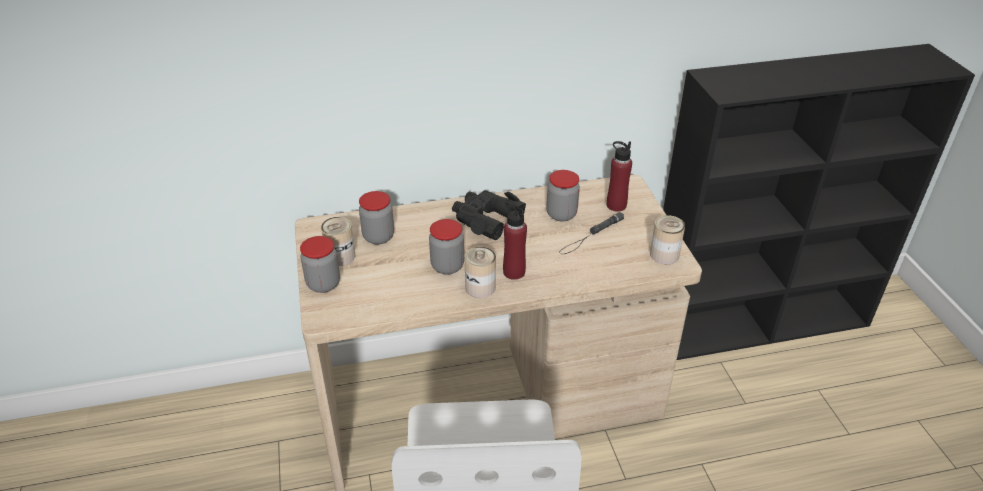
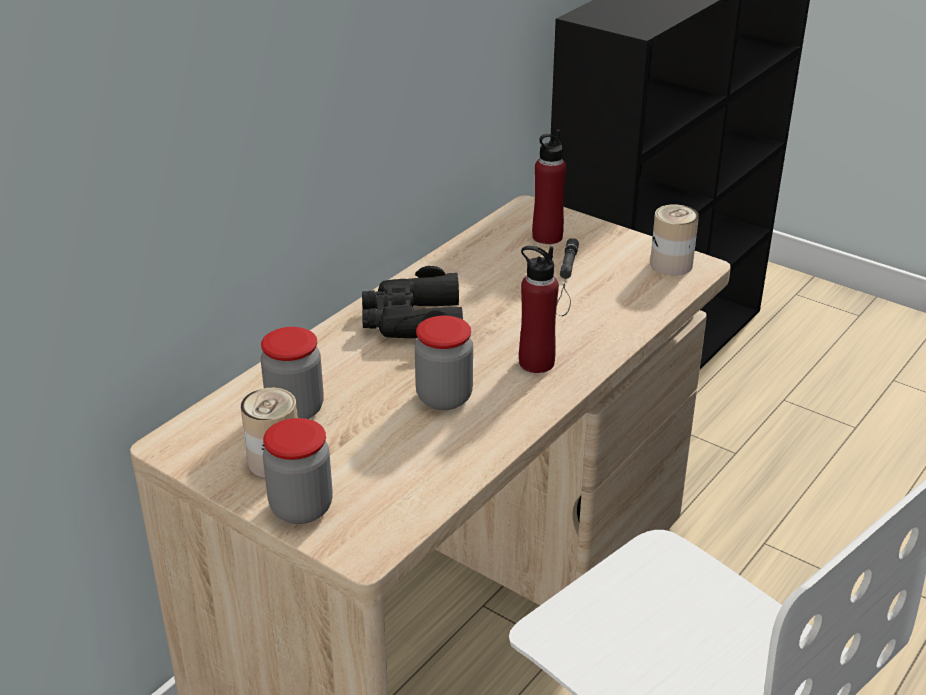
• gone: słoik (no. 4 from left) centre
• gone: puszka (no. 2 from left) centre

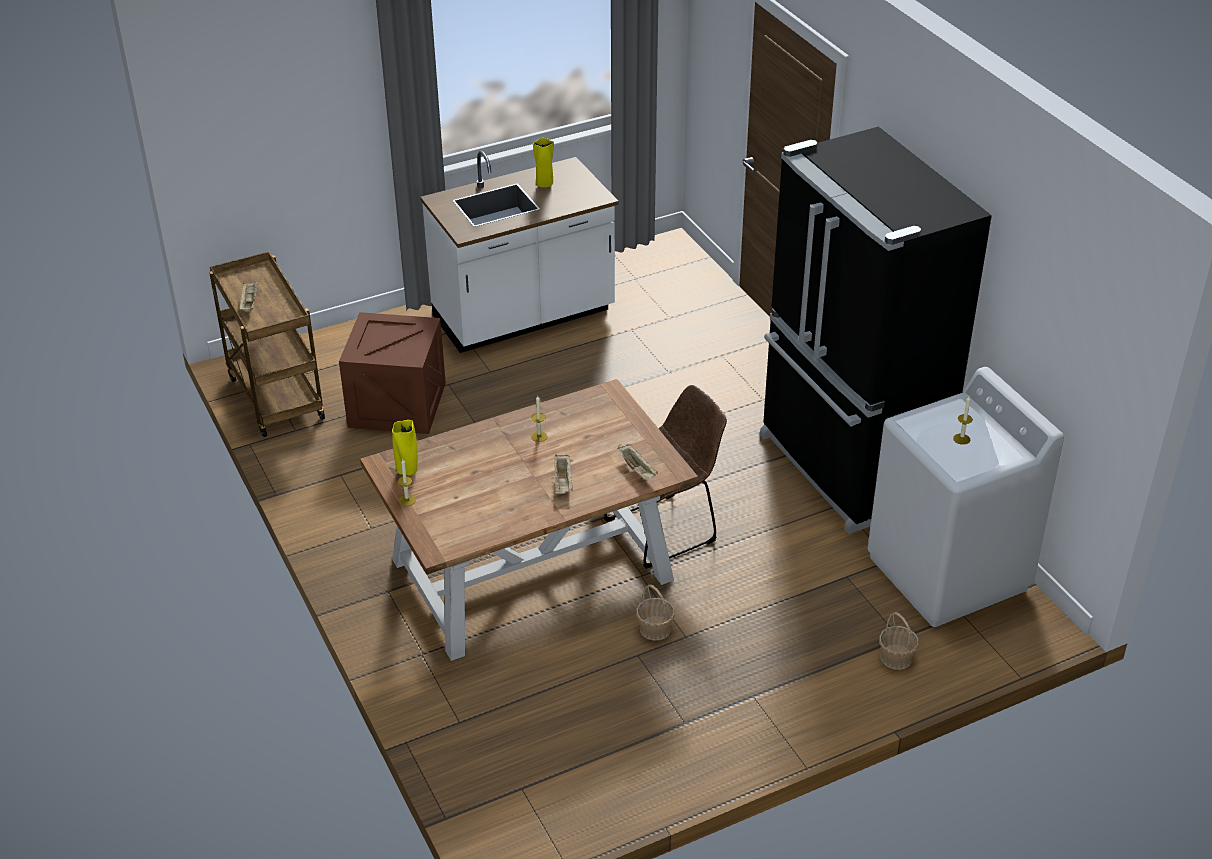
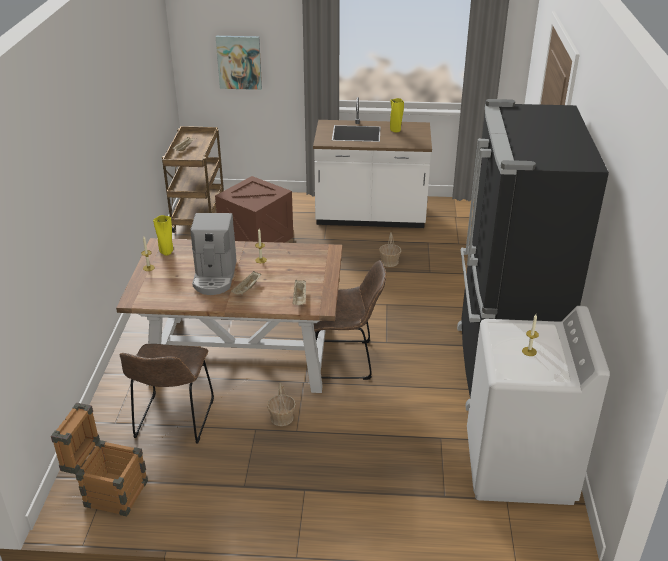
• shifted: koszyk (no. 2 from left) bottom right to centre
• new: obraz top centre
• new: ekspres do kawy middle left
• new: krzesło [brązowy] (no. 1 from left) bottom left
• new: skrzynka (no. 1 from left) bottom left

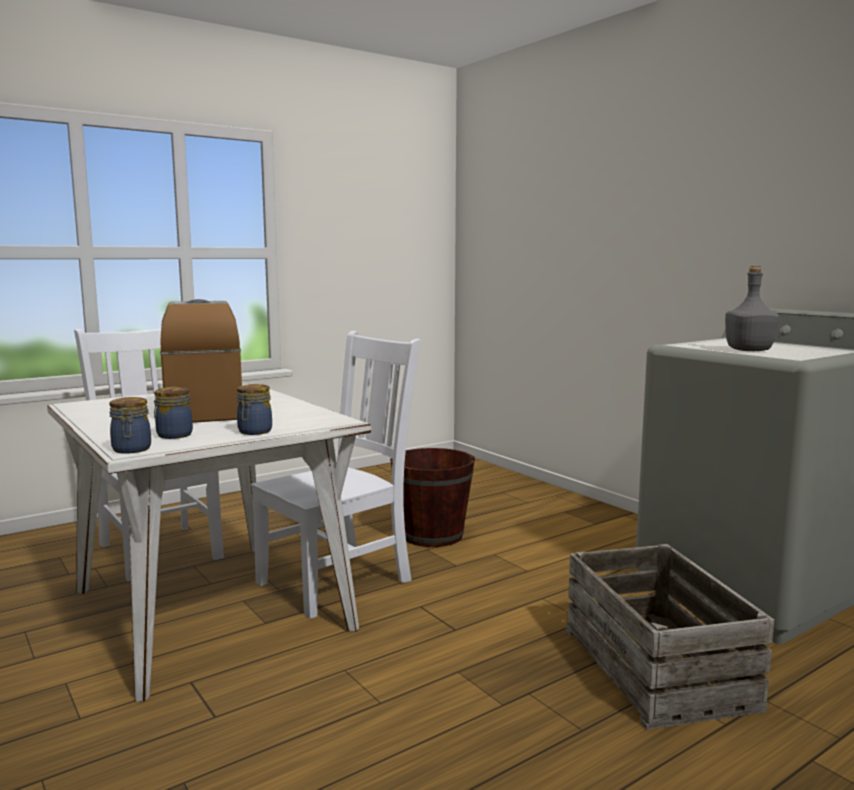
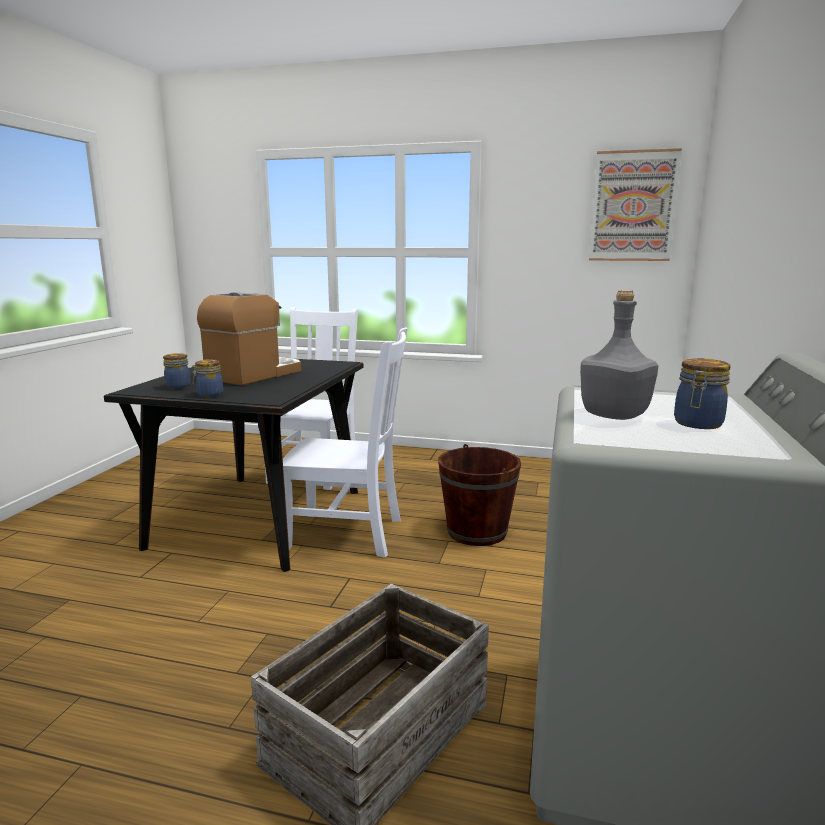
• repainted: stół jadalny [biały] bottom left to stół jadalny [czarny] middle left
• shifted: słoik (no. 1 from left in the first image) middle left to słoik (no. 3 from left) middle right
• new: obraz top right

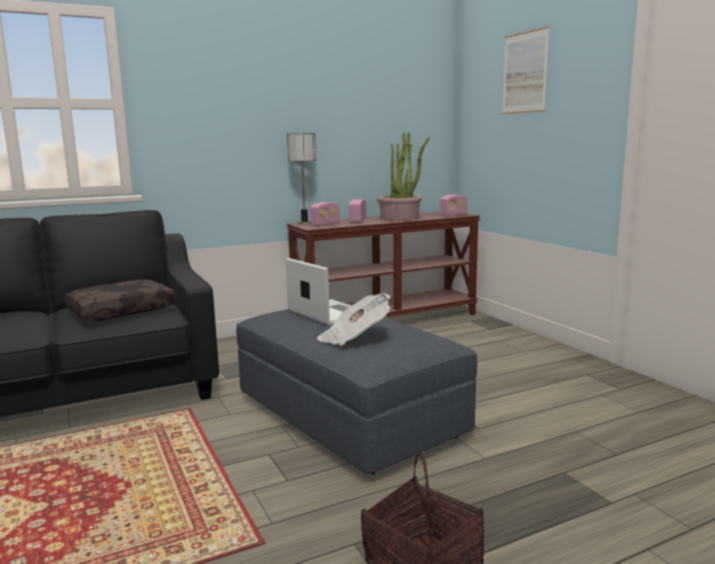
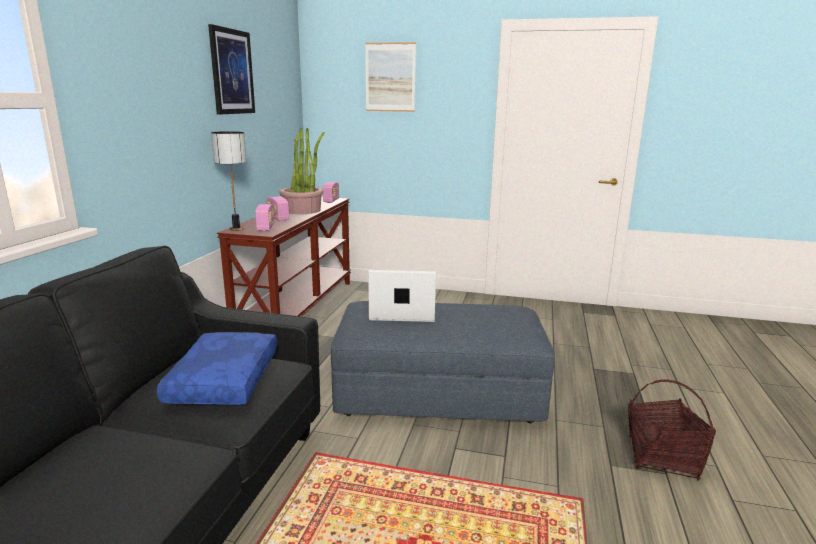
• repainted: poduszka [brązowy] middle left to poduszka [niebieski] bottom left
• gone: gazeta centre
• new: obraz (no. 1 from left) top left

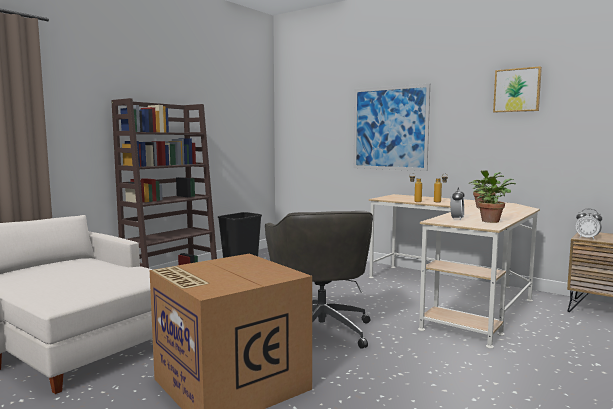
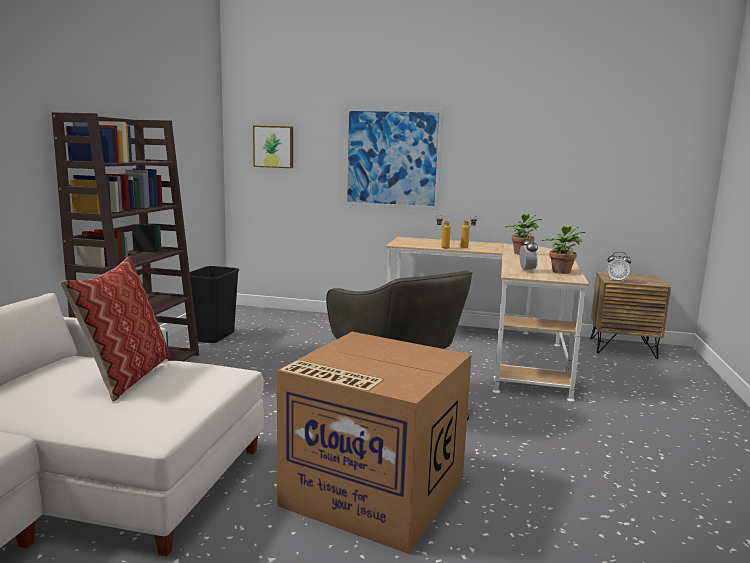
• shifted: obraz (no. 2 from left in the first image) top right to obraz (no. 1 from left) top centre
• new: poduszka middle left

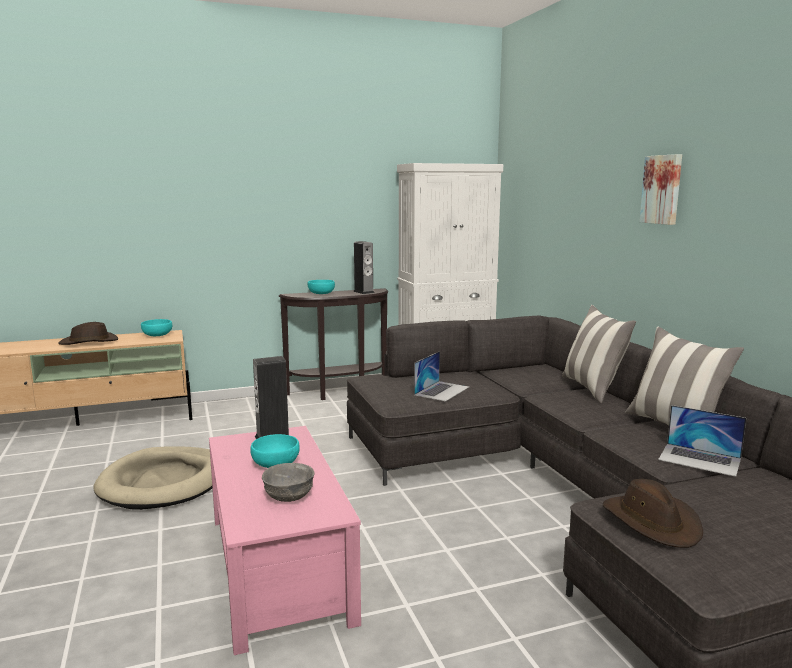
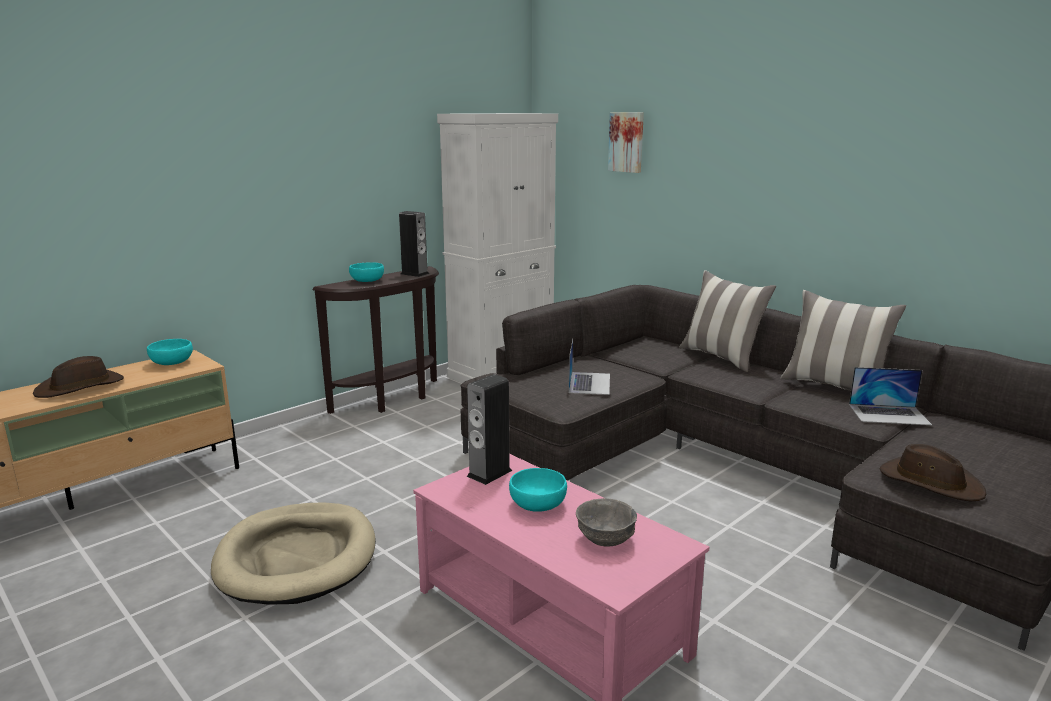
• shifted: obraz top right to top centre

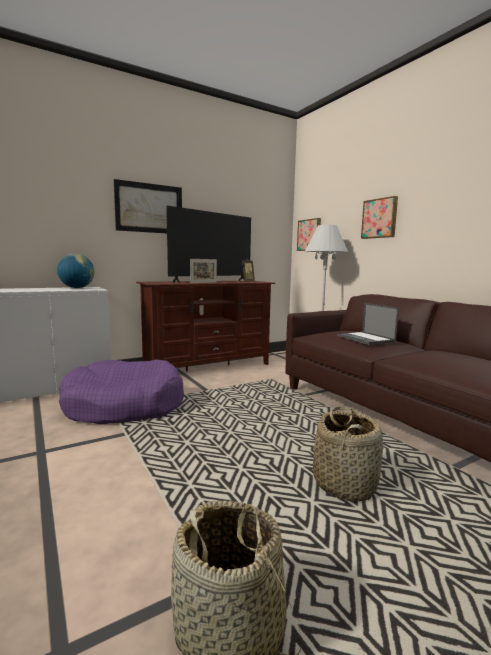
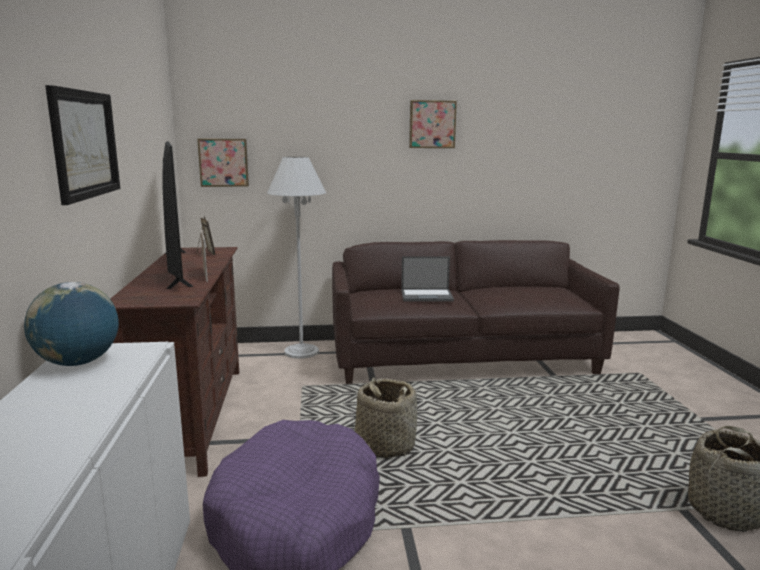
• shifted: obraz (no. 3 from left) top right to top centre
• shifted: koszyk (no. 2 from left in the first image) bottom right to koszyk (no. 1 from left) bottom centre

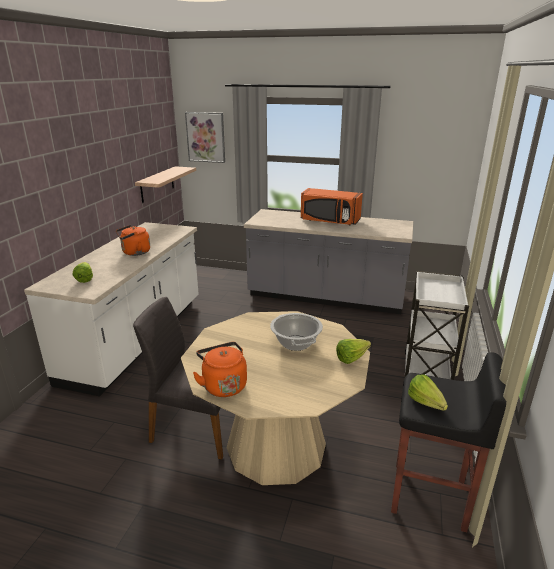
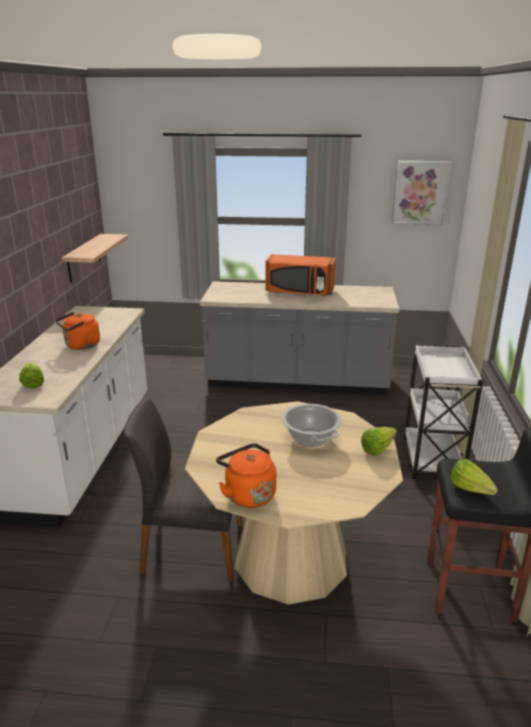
• shifted: obraz top centre to top right

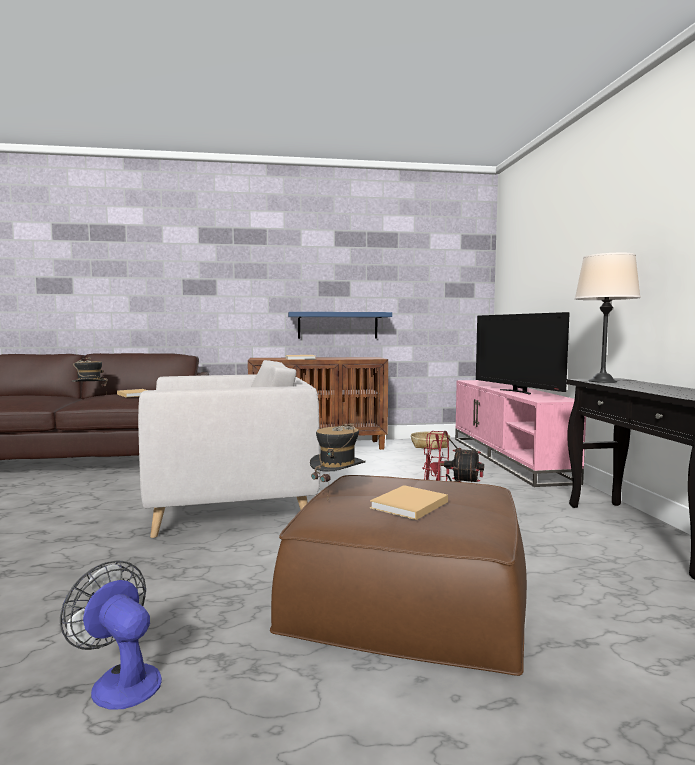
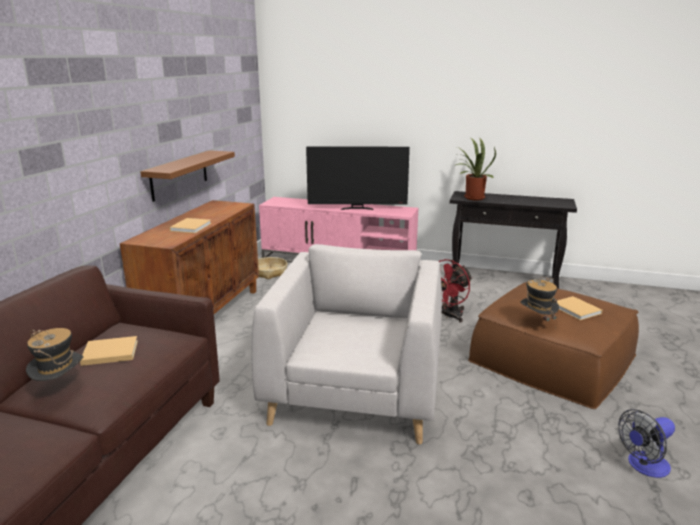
• swapped: lampa stołowa [beżowy] middle right to roślina doniczkowa top right
• repainted: półka [niebieski] centre to półka [brązowy] middle left

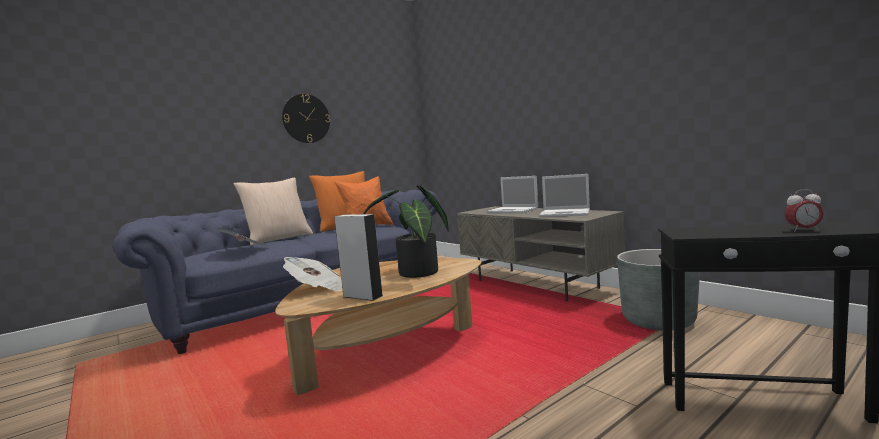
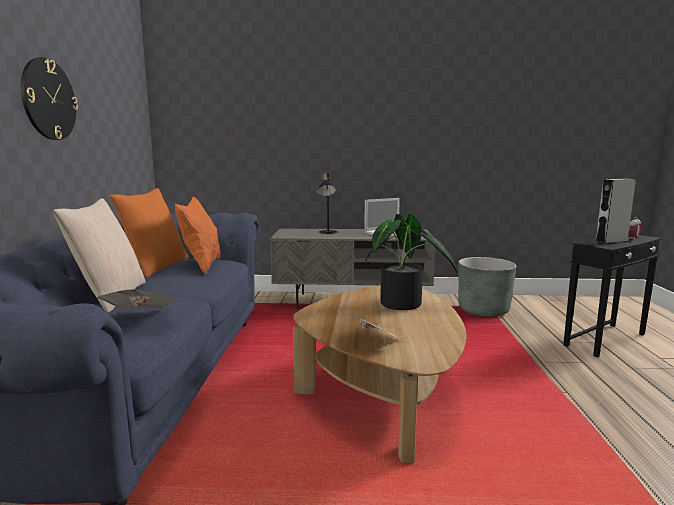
• swapped: laptop (no. 1 from left) centre to lampa stołowa [czarny] centre
• shifted: głośnik [szary] centre to middle right

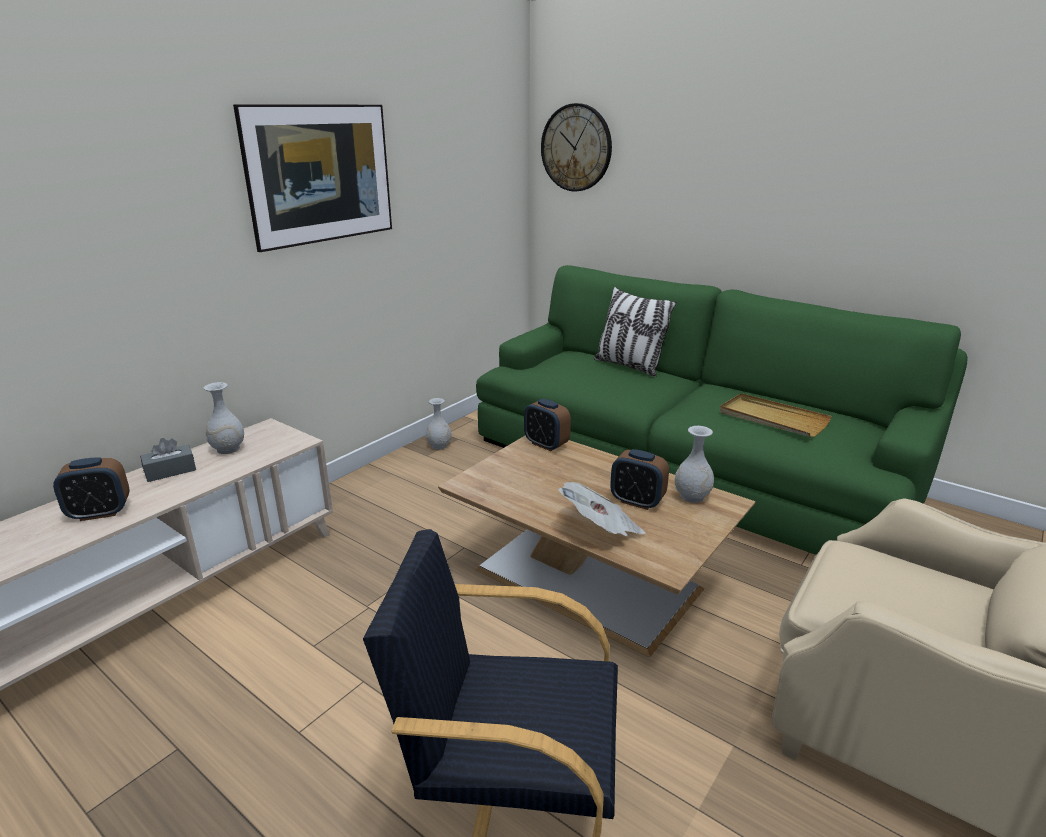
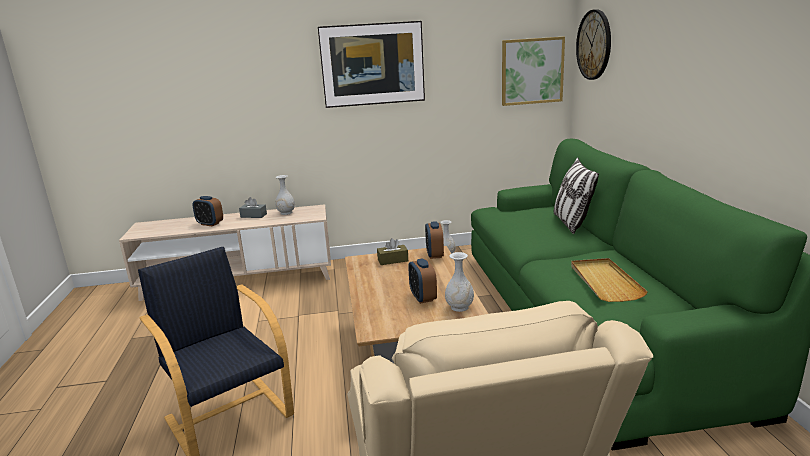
• gone: gazeta centre
• new: obraz (no. 2 from left) top centre
• new: pudełko chusteczek [brązowy] centre

